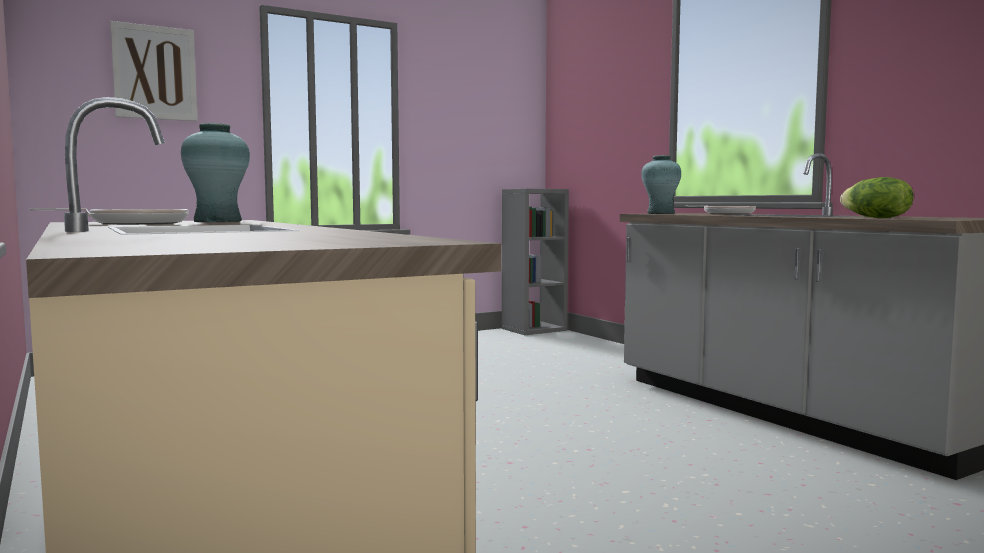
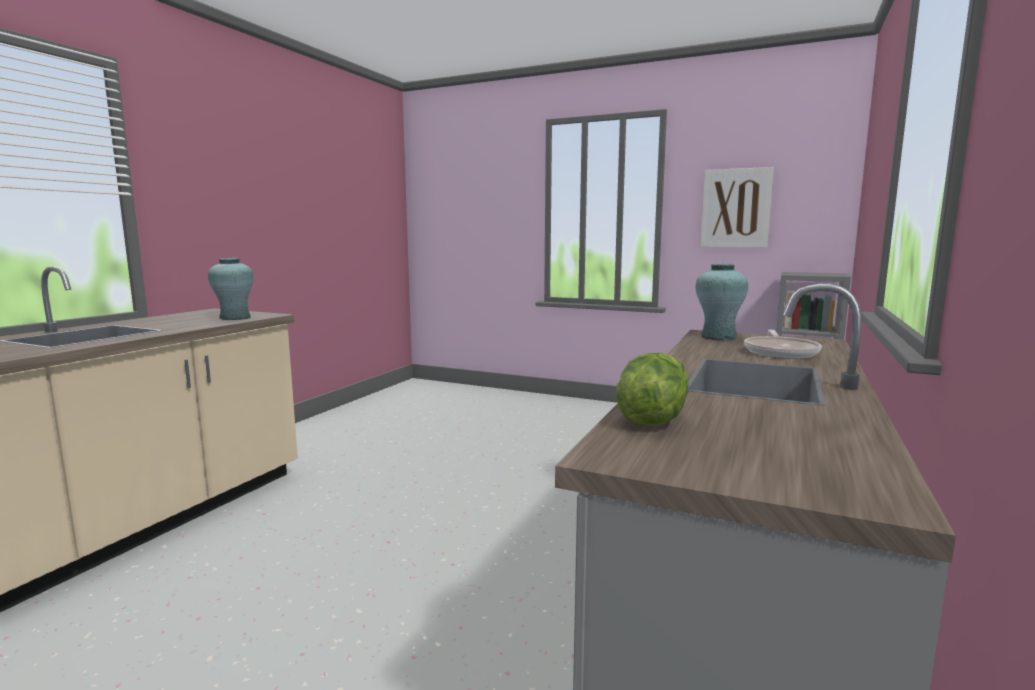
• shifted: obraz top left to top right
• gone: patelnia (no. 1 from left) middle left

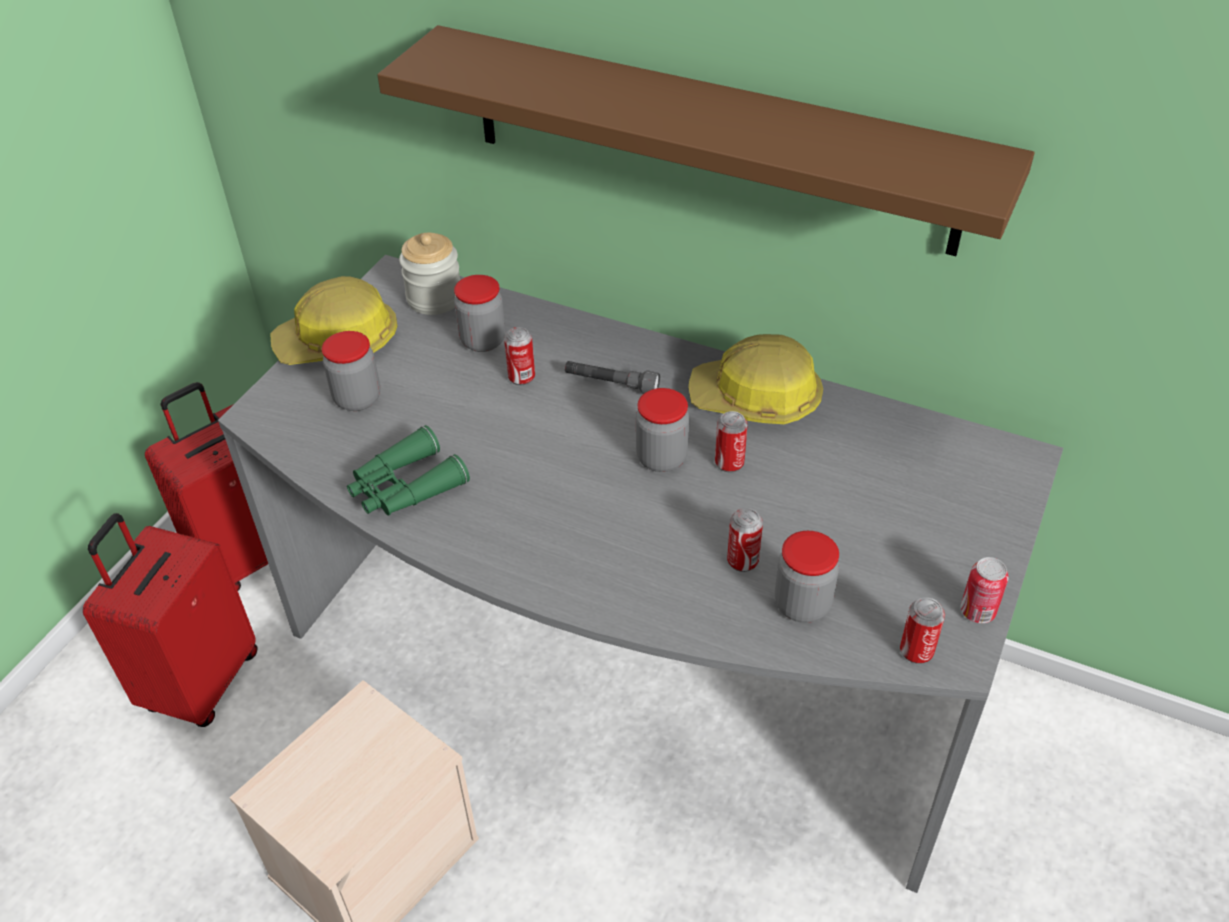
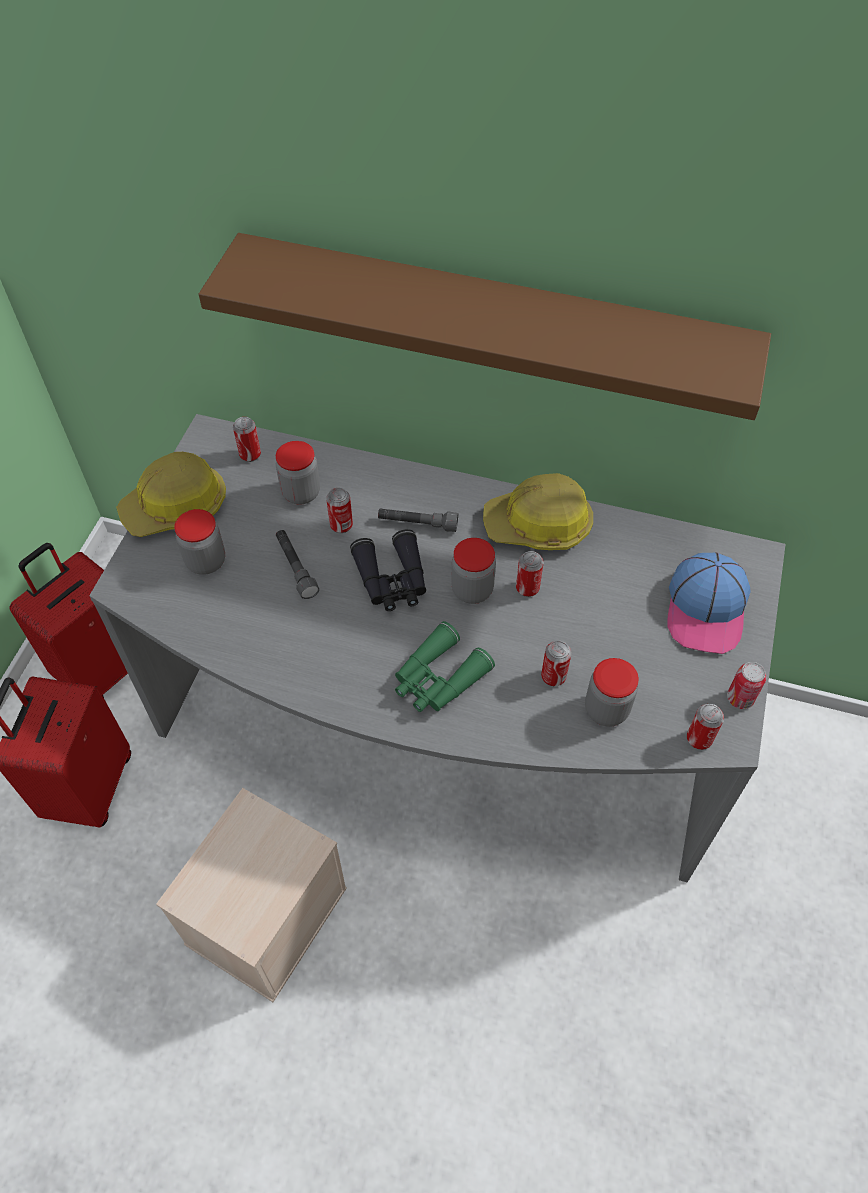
• swapped: słoik (no. 2 from left) top centre to puszka (no. 1 from left) middle left
• shifted: lornetka [zielony] middle left to centre
• new: lornetka [czarny] centre
• new: latarka [szary] (no. 1 from left) centre
• new: czapka z daszkiem middle right

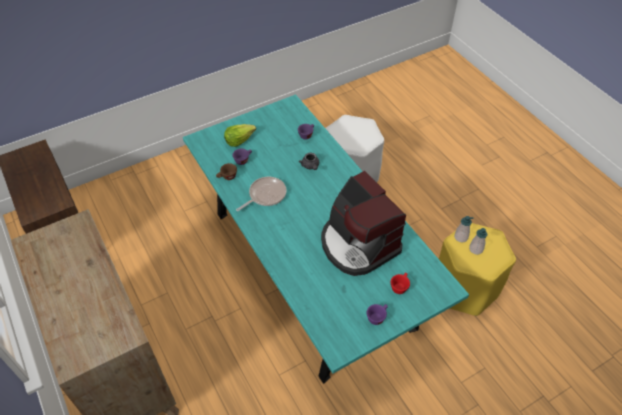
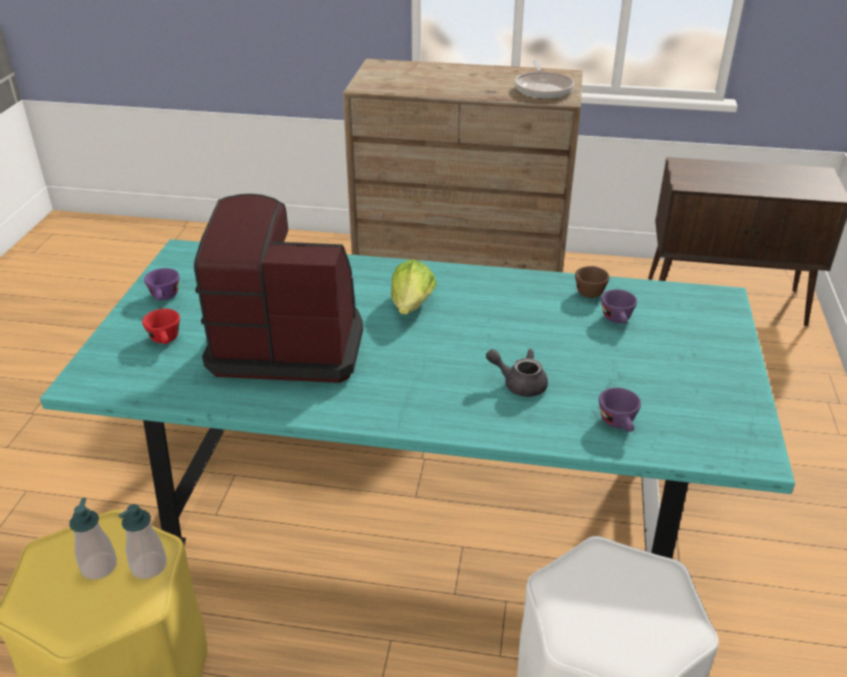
• shifted: sałata top centre to centre
• shifted: patelnia centre to top centre

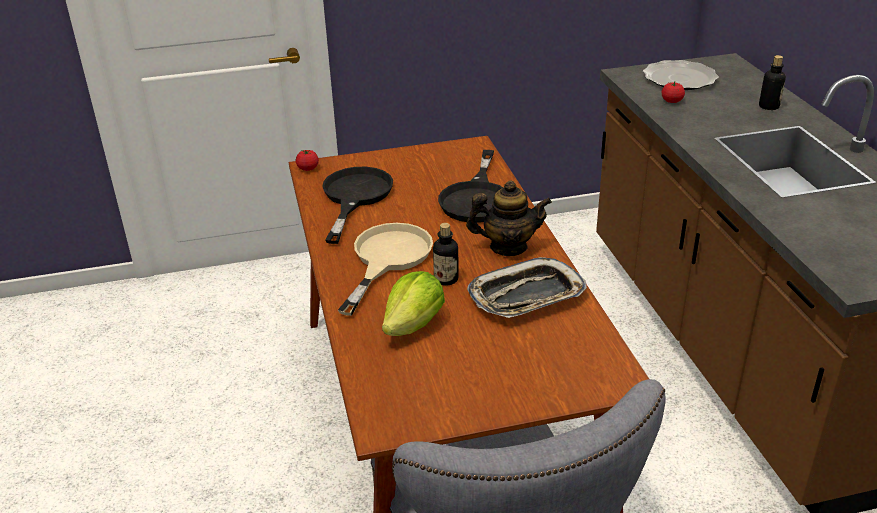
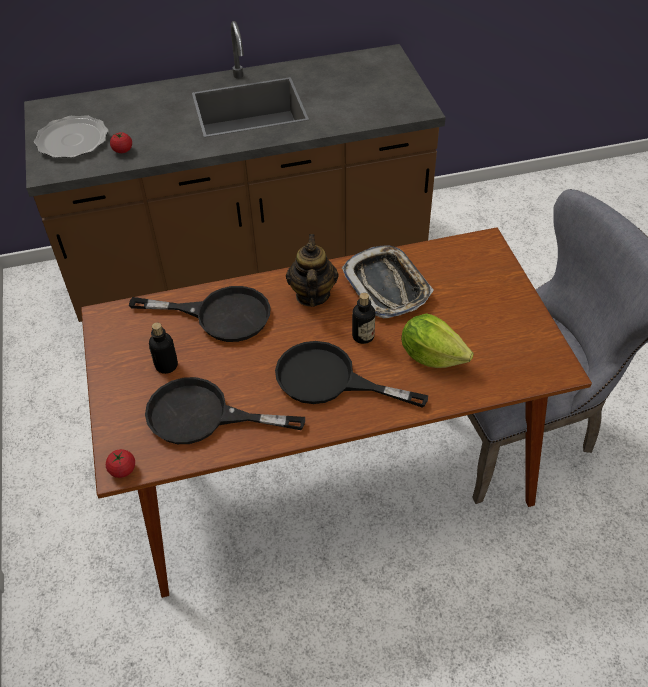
• shifted: butelka (no. 2 from left in the first image) top right to butelka (no. 1 from left) middle left
• repainted: patelnia [beżowy] centre to patelnia [czarny] (no. 3 from left) centre

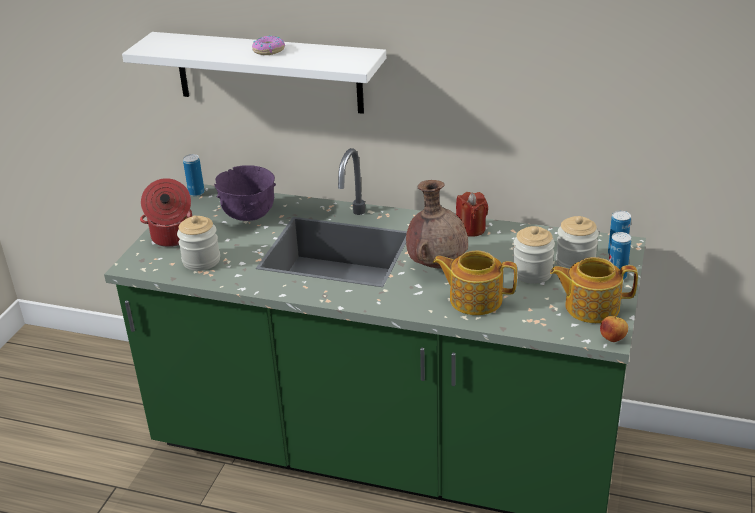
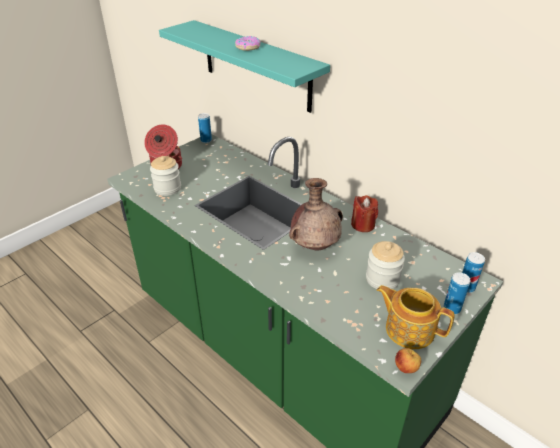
• repainted: półka [biały] top centre to półka [turkusowy] top centre
• gone: miska [fioletowy] middle left
• gone: słoik (no. 3 from left) middle right
• gone: imbryk (no. 1 from left) centre

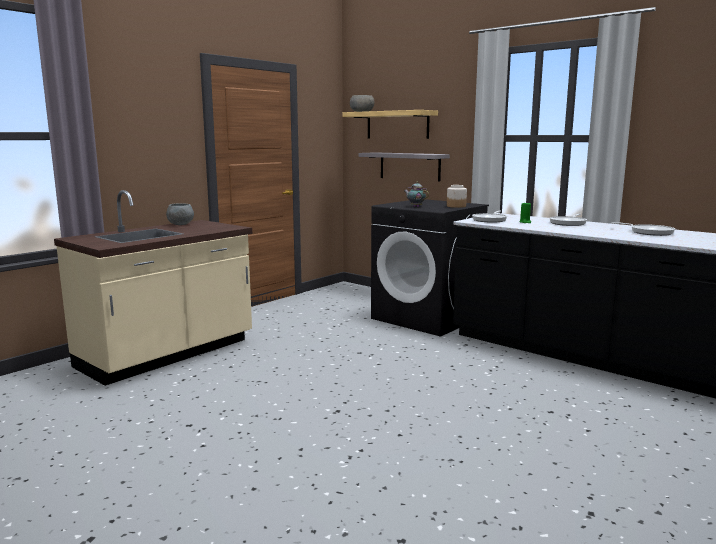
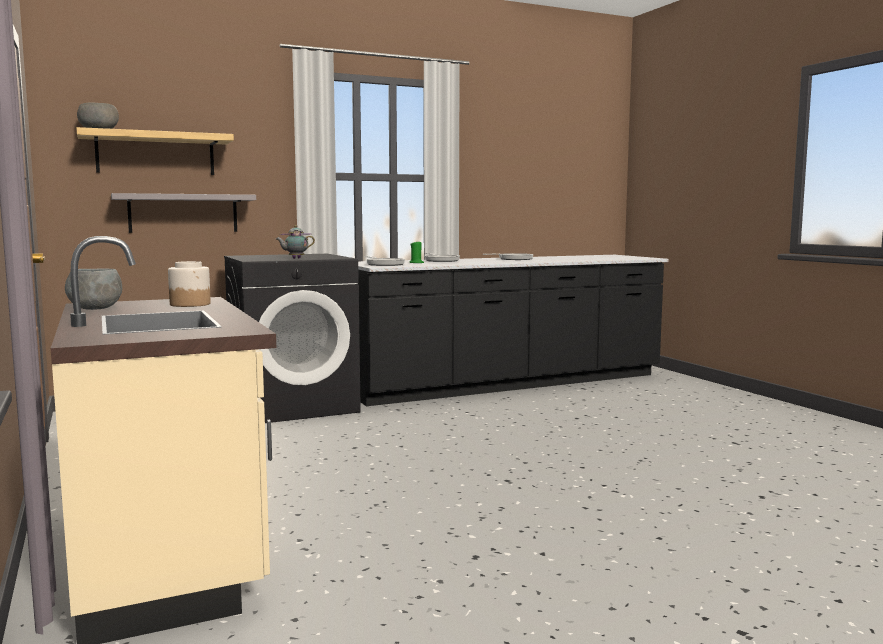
• shifted: słoik centre to middle left

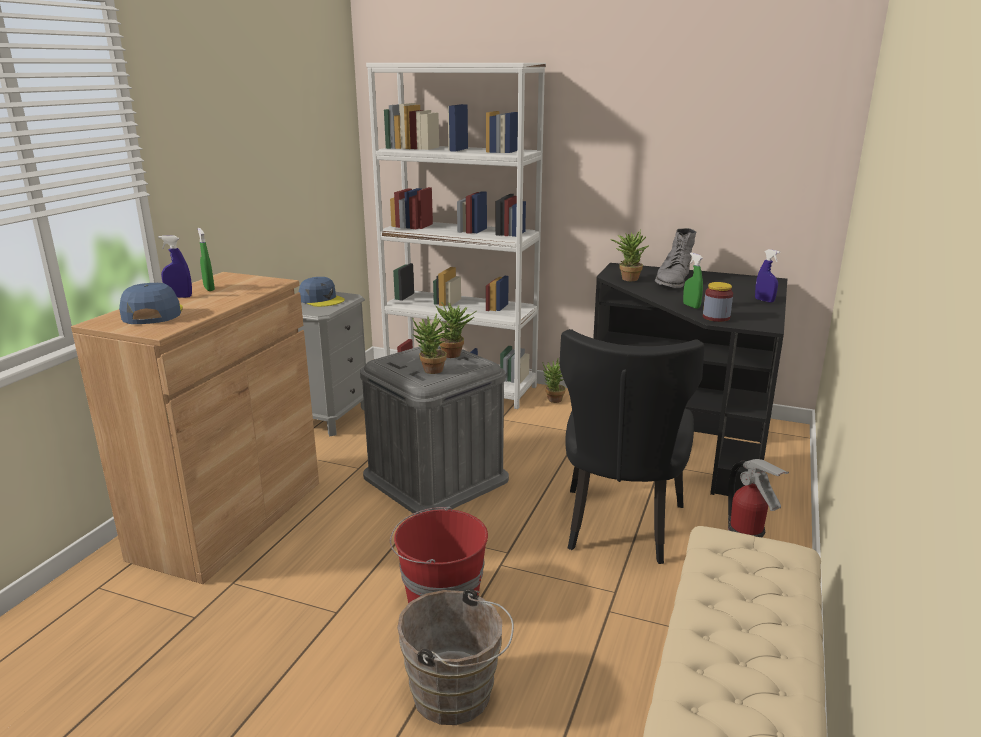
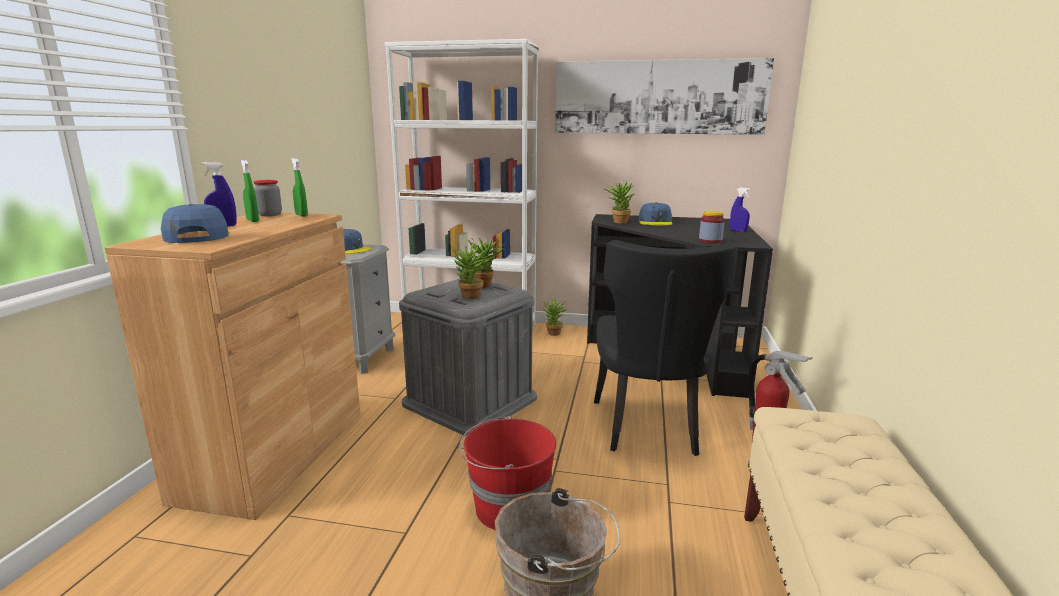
• swapped: but z cholewką [szary] middle right to czapka z daszkiem [niebieski] (no. 3 from left) centre
• shifted: spryskiwacz [zielony] (no. 2 from left) middle right to top left
• new: obraz top centre
• new: słoik (no. 1 from left) top left

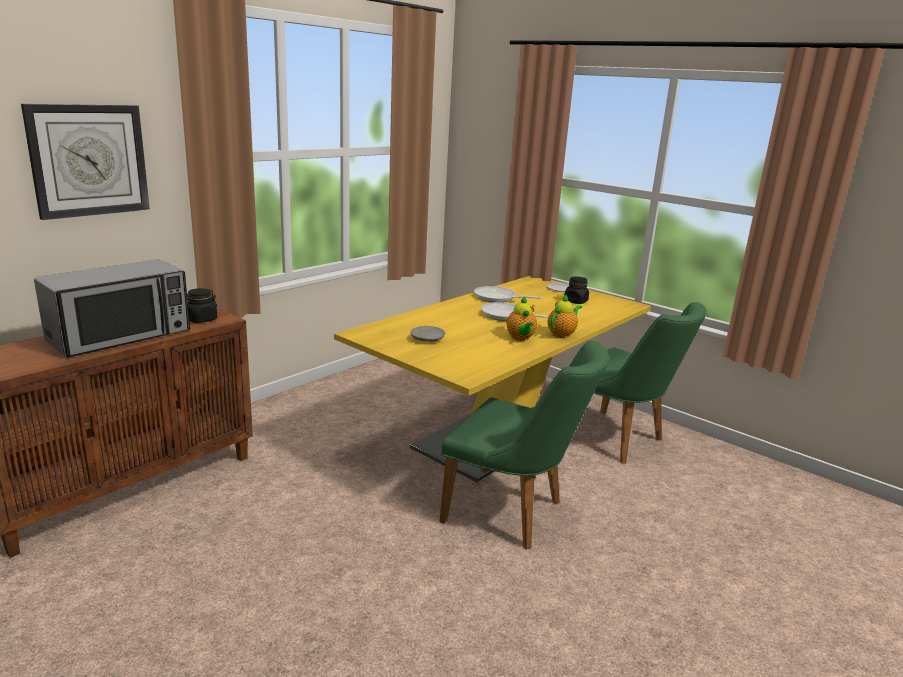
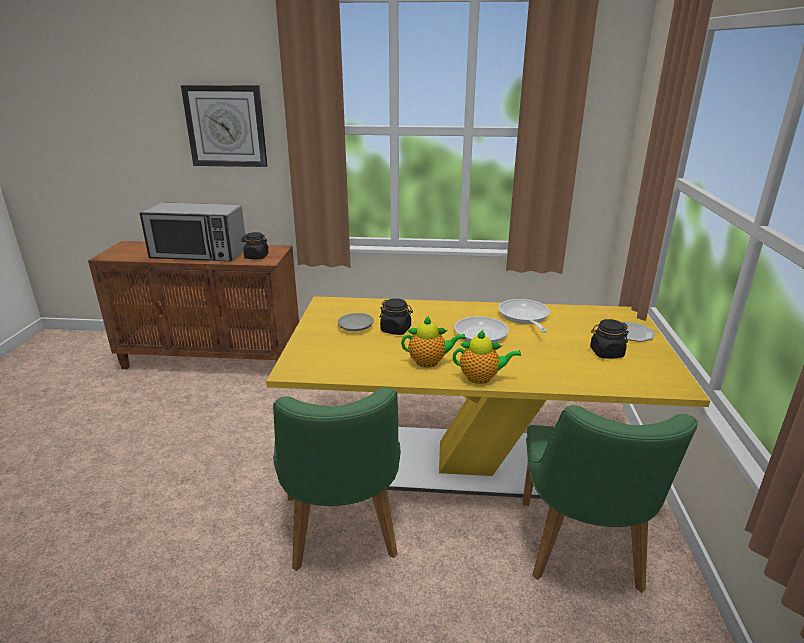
• rotated: imbryk (no. 1 from left) centre = centre 135 degrees counterclockwise
• new: słoik [czarny] (no. 2 from left) centre

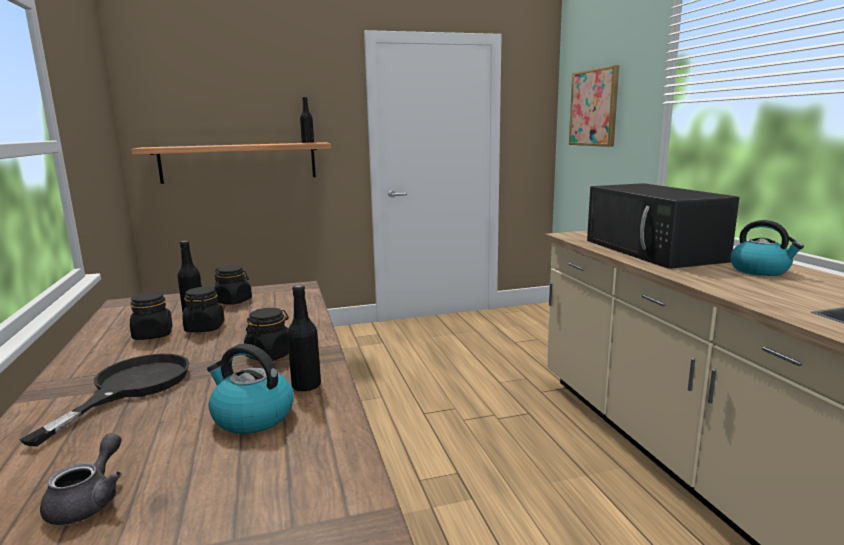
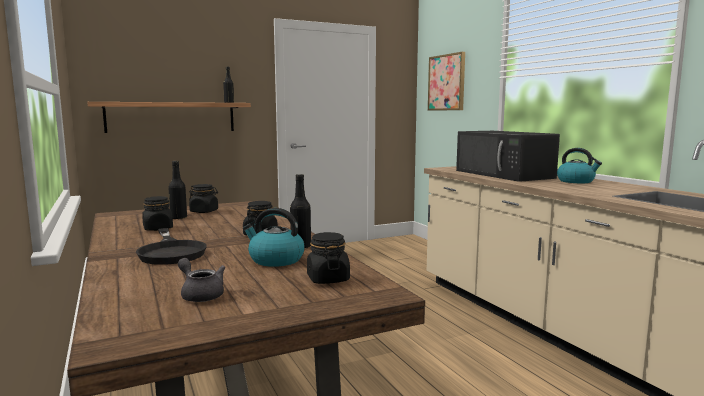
• shifted: słoik [czarny] (no. 2 from left in the first image) middle left to słoik [czarny] (no. 4 from left) centre
• rotated: patelnia [czarny] bottom left = middle left 150 degrees clockwise
• rotated: imbryk [szary] bottom left = bottom left 45 degrees counterclockwise

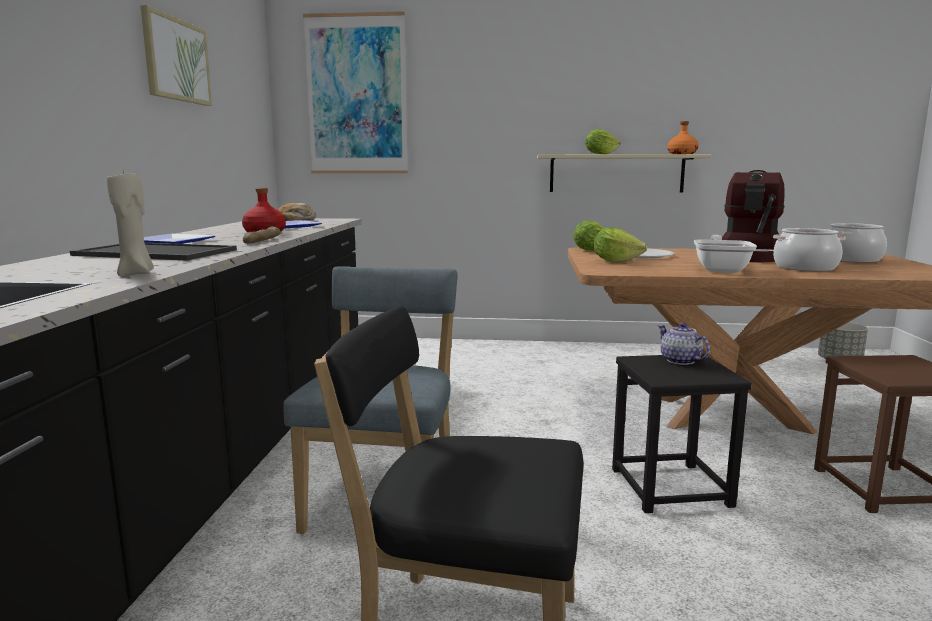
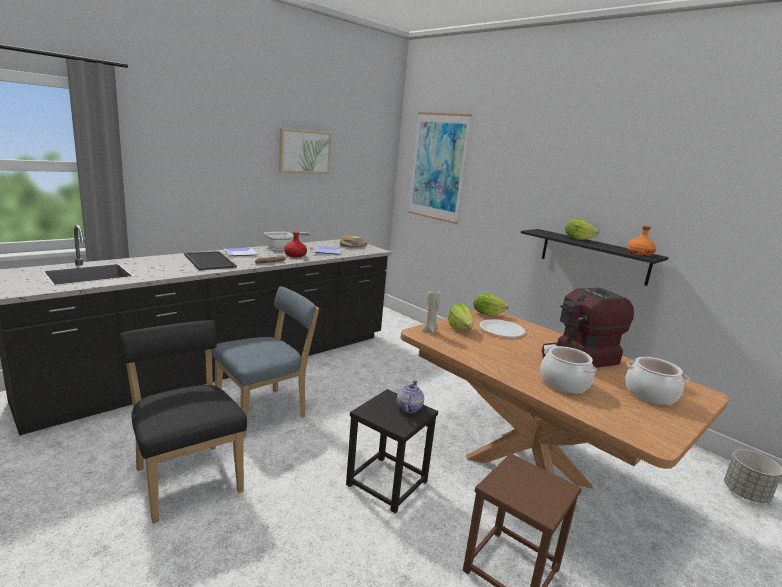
• repainted: półka [beżowy] top right to półka [czarny] middle right
• shifted: świeca [beżowy] middle left to centre
• shifted: patelnia middle right to centre

